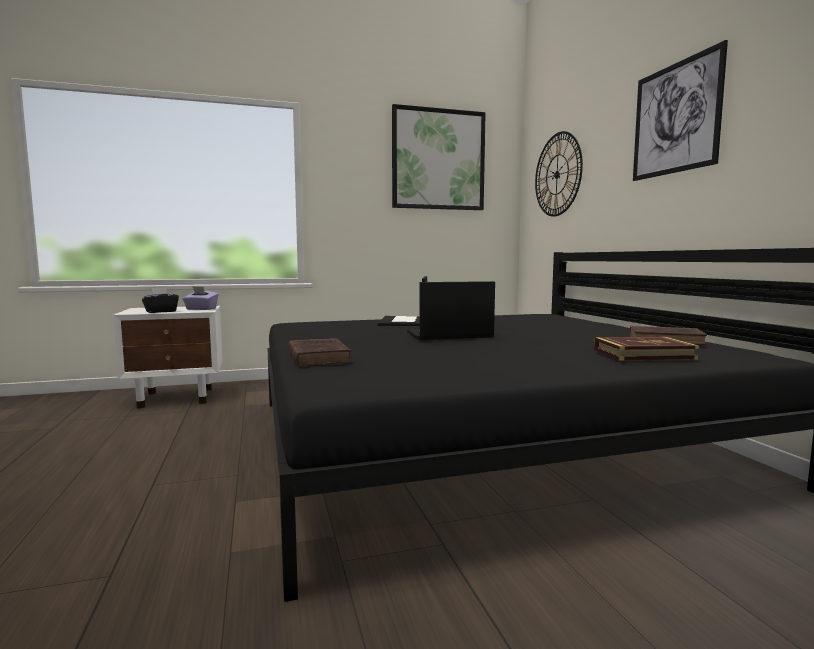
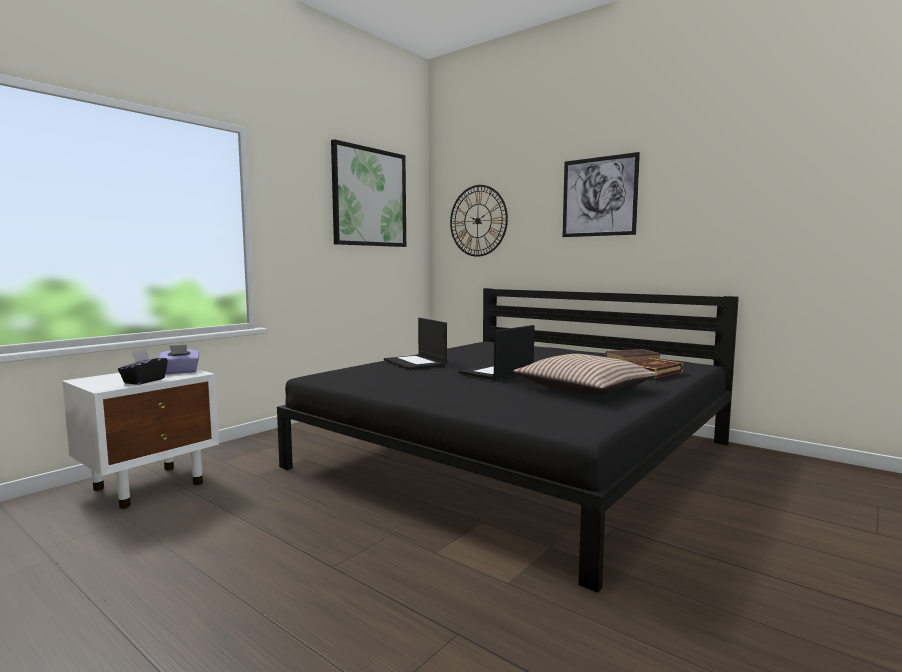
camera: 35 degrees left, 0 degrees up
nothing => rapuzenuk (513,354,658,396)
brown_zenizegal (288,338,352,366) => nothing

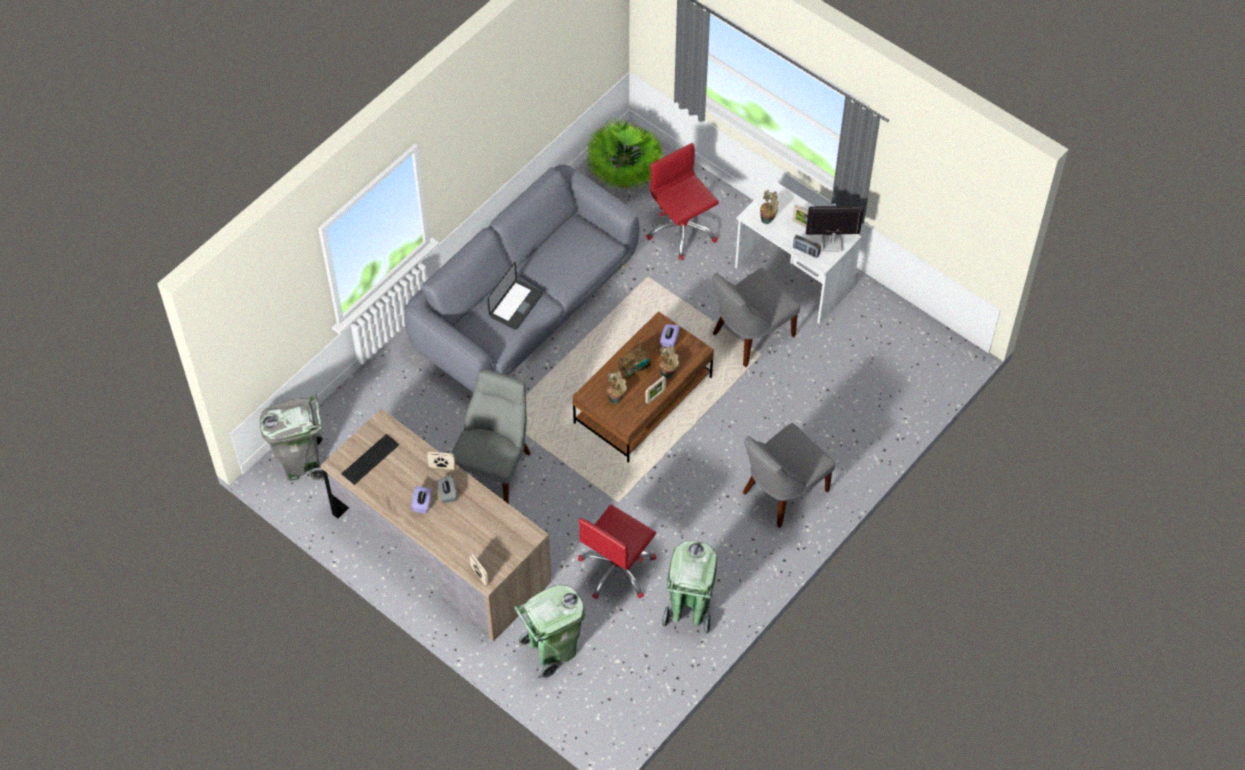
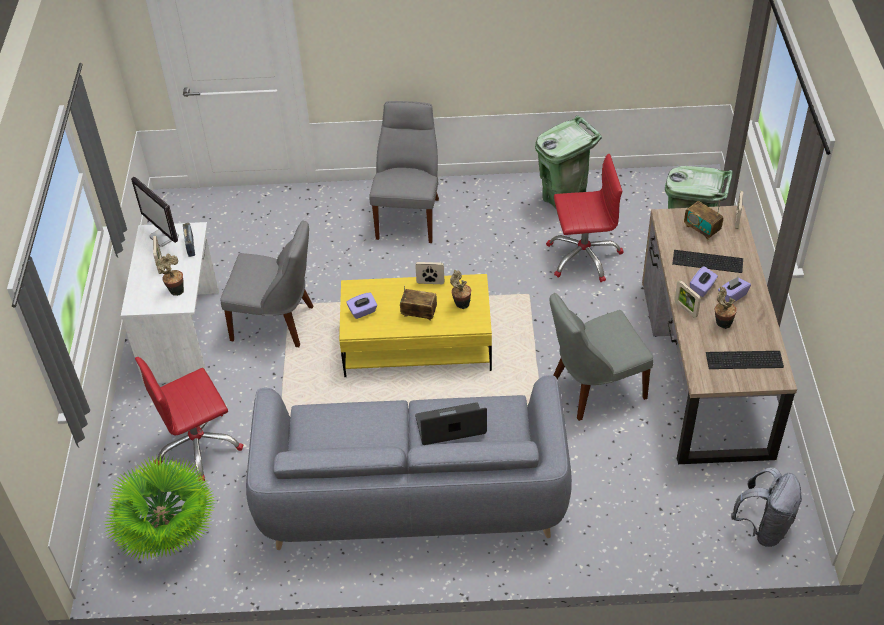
camera: 130 degrees left, 10 degrees down
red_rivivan (646,143,719,260) => red_rivivan (135,357,243,481), 45 degrees clockwise
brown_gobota (573,311,714,463) => yellow_gobota (339,274,492,377)
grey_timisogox (743,423,835,528) => grey_timisogox (370,101,439,243), 90 degrees counterclockwise
nothing => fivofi (672,250,743,273)
nothing => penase (684,201,723,240)
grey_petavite (437,475,457,503) => purple_petavite (690,266,718,297)
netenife (659,345,679,379) => netenife (715,286,737,329), moved
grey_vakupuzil (260,394,324,481) => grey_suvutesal (731,467,802,547)

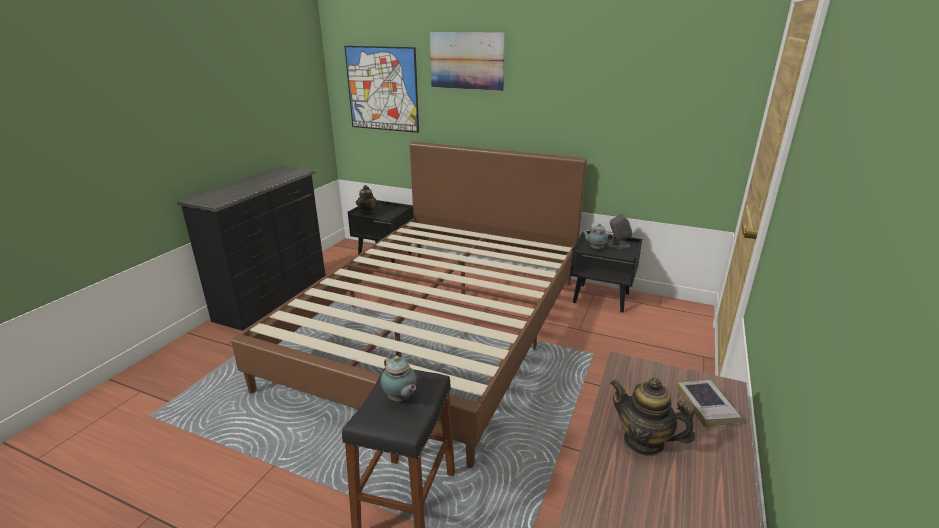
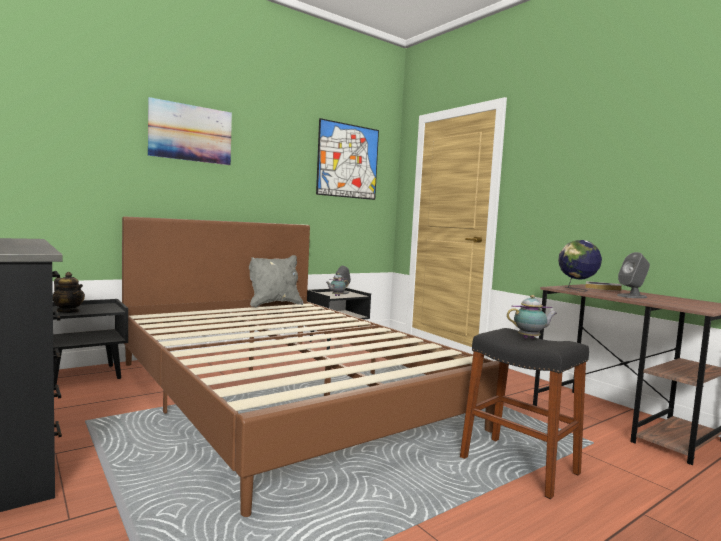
camera: 60 degrees left, 20 degrees down
nothing => grey_rapuzenuk (249,255,303,307)
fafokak (344,46,419,133) => fafokak (316,118,379,200), moved
nothing => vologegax (558,240,602,291)
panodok (610,378,695,456) => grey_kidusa (617,252,650,298)

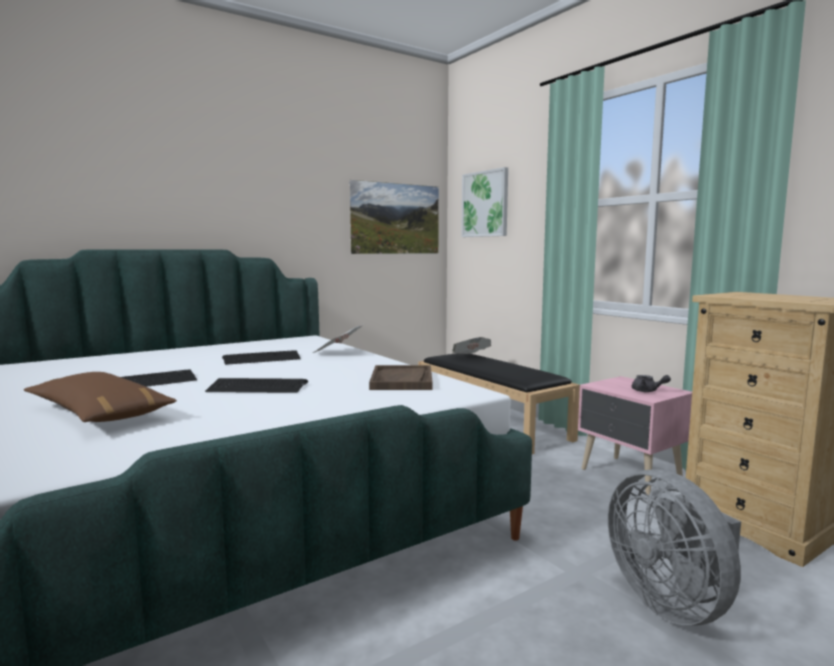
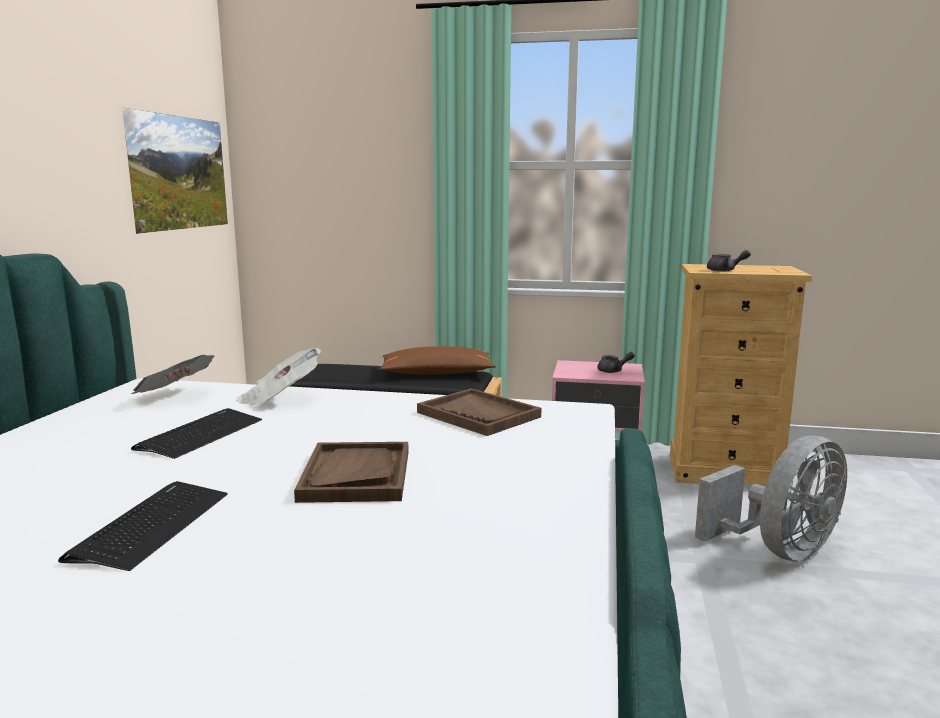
camera: 45 degrees left, 5 degrees up
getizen (452,337,491,354) => getizen (131,355,215,394), moved
fivofi (206,378,308,393) => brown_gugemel (294,442,409,503)
brown_rapuzenuk (24,372,177,422) => brown_rapuzenuk (380,346,496,375), moved
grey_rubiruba (608,469,741,626) => grey_rubiruba (695,435,847,562), 60 degrees counterclockwise
nothing => grey_panodok (707,250,751,272)
fafokak (461,167,508,237) => nothing

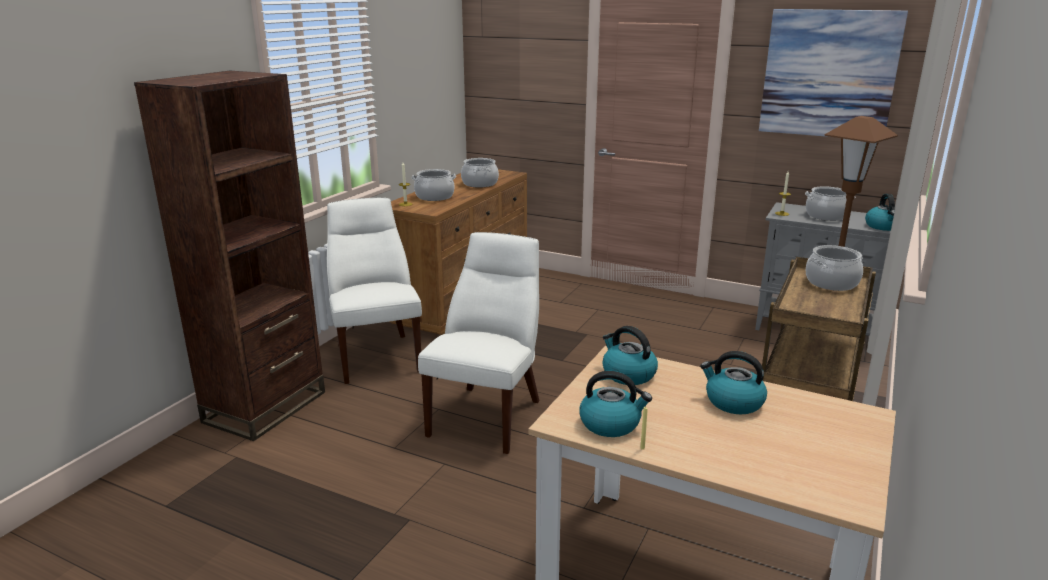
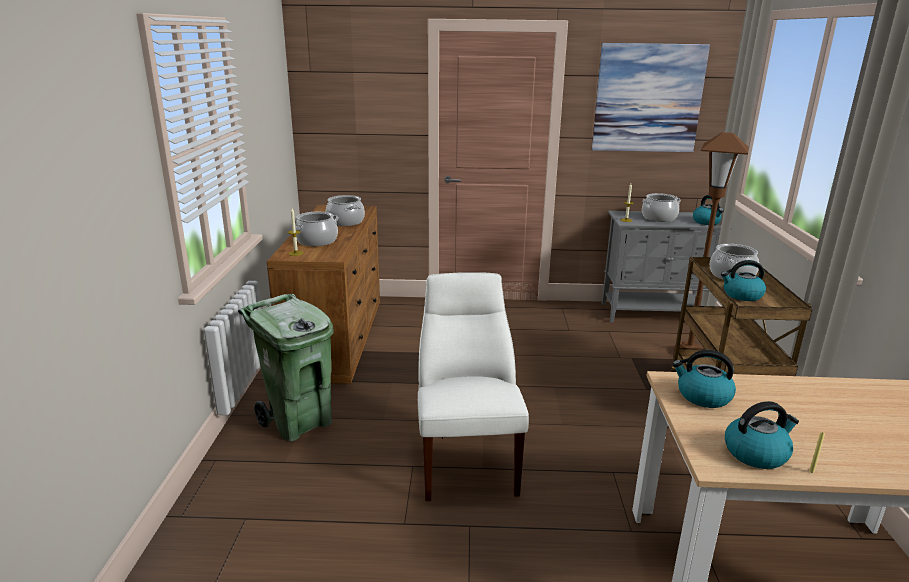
camera: 25 degrees left, 0 degrees up
white_timisogox (327,198,422,384) => green_vakupuzil (238,294,334,441)
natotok (700,351,767,414) => natotok (721,260,766,301), moved
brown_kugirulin (134,71,325,441) => nothing

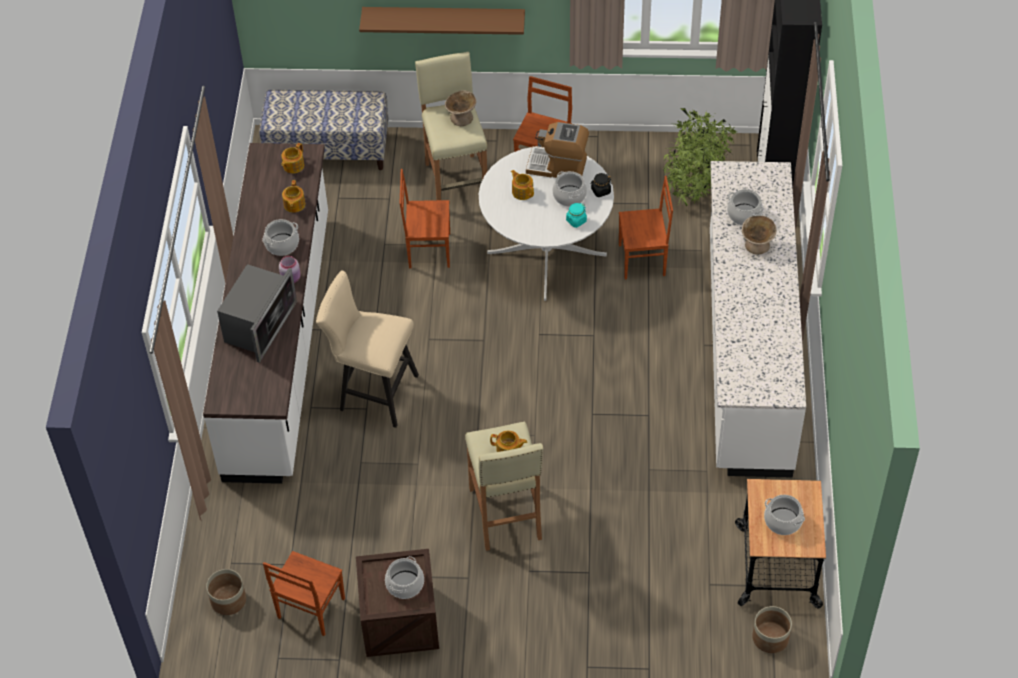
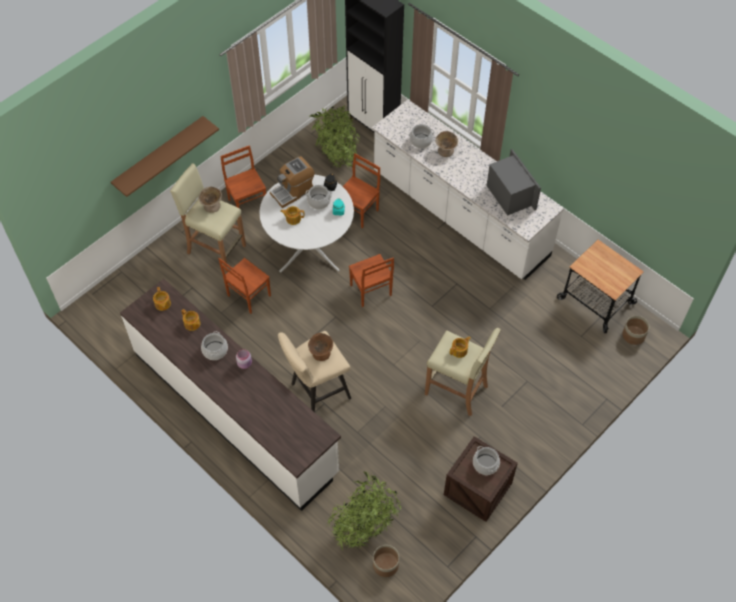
camera: 50 degrees left, 5 degrees up
nothing => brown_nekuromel (308,333,333,361)
nothing => netenife (327,471,401,549)
brown_timisogox (263,551,345,636) => brown_timisogox (349,254,394,307), moved
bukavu (217,264,297,363) => bukavu (487,149,541,216), moved
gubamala (259,90,389,170) => nothing
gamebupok (764,495,805,535) => nothing

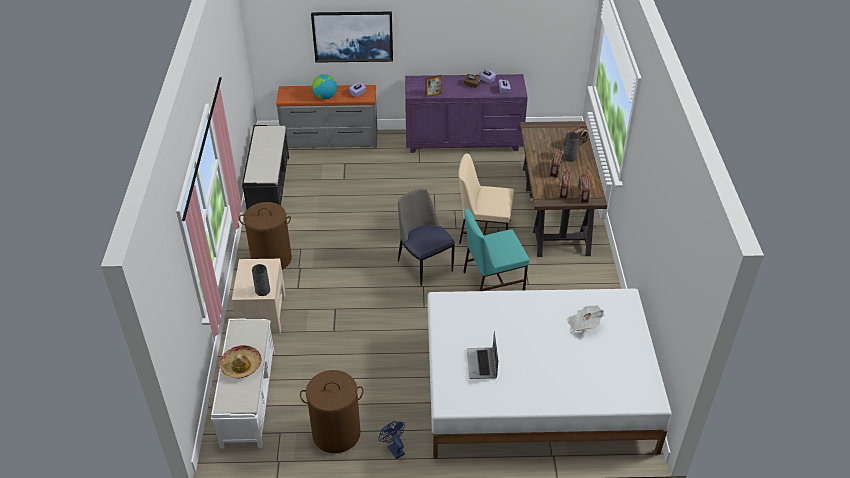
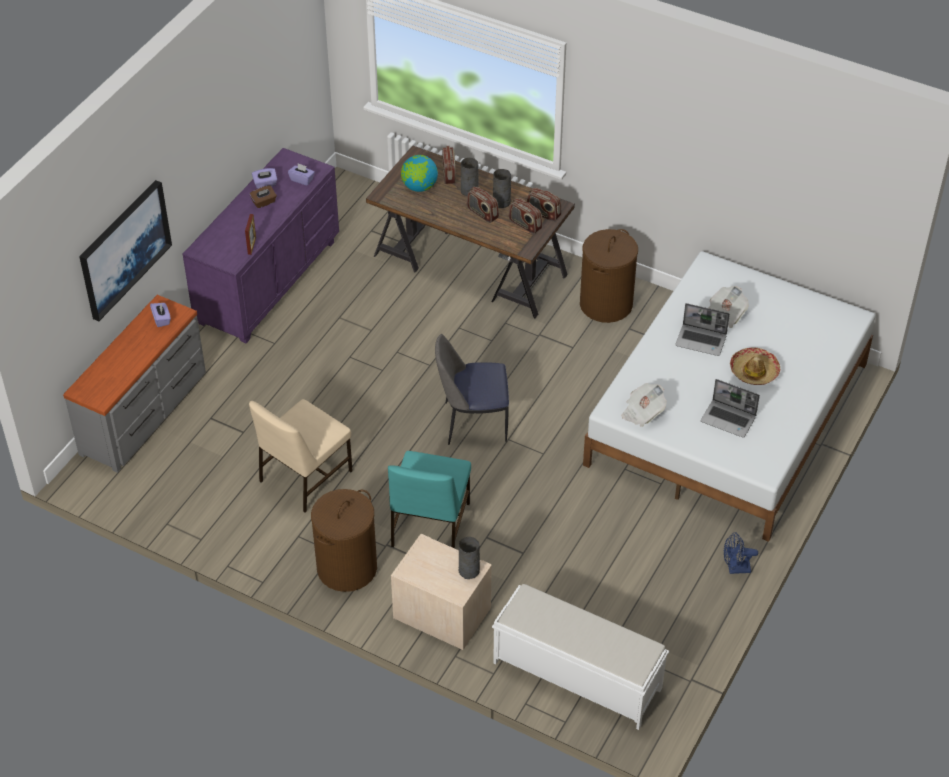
camera: 60 degrees left, 5 degrees up
beige_timisogox (458,154,514,244) => beige_timisogox (249,399,352,513), moved
turquoise_timisogox (463,209,530,291) => turquoise_timisogox (388,451,471,548), moved
vologegax (312,74,337,99) => vologegax (401,155,438,192), moved
nothing => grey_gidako (493,169,511,208)
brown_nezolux (300,370,364,453) => brown_nezolux (580,229,638,323), moved
nothing => getizen (621,383,667,427)
nothing => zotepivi (675,303,730,356)
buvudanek (220,345,262,379) => buvudanek (730,347,780,385), moved
black_gubamala (242,125,289,209) => nothing

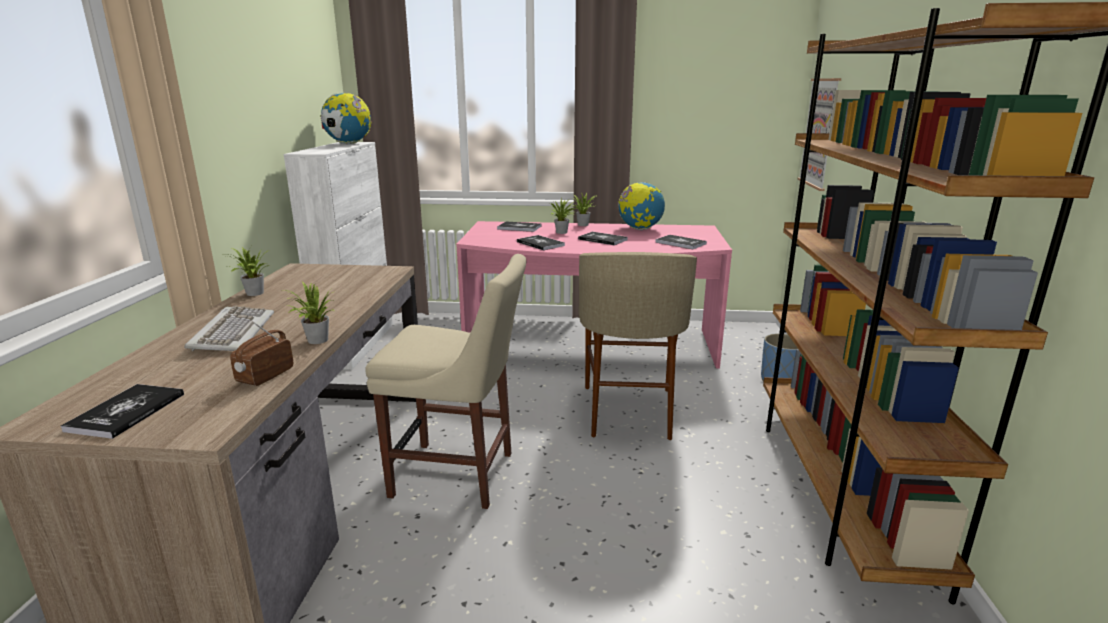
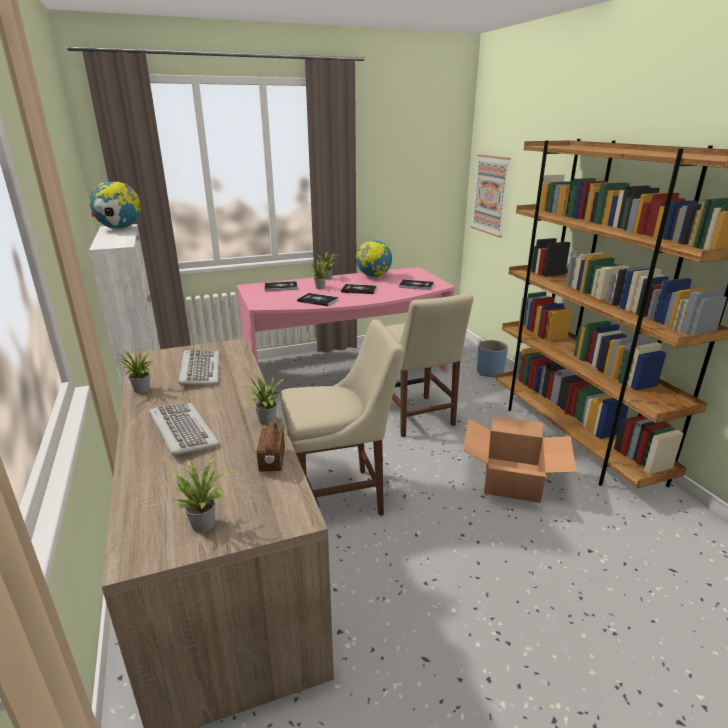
camera: 25 degrees left, 5 degrees up
zenizegal (61,384,184,439) => netenife (169,457,232,533)
nothing => fivofi (178,349,219,386)
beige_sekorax (579,252,697,440) => beige_timisogox (386,293,473,437)
nothing => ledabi (463,416,577,503)

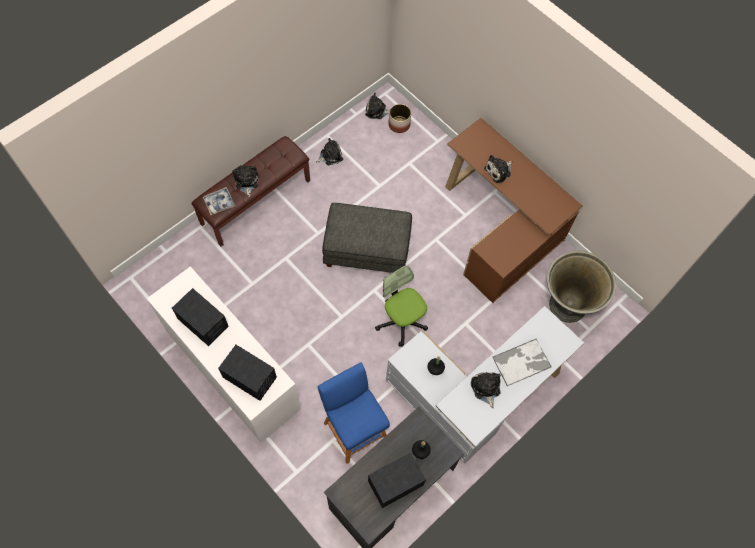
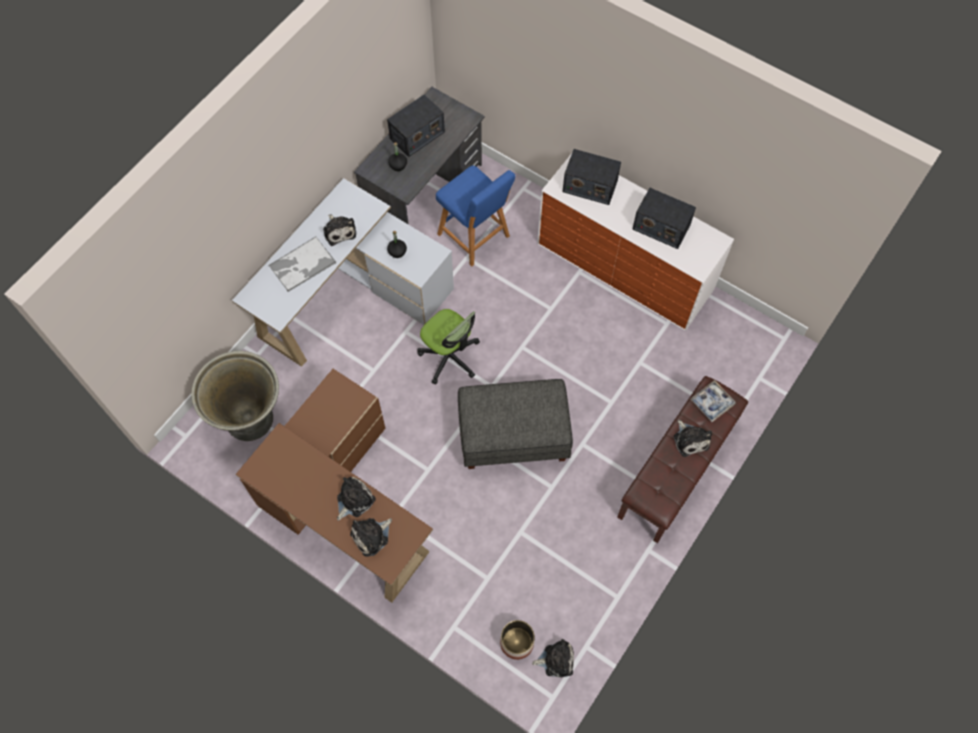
camera: 170 degrees right, 0 degrees up
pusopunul (316,138,343,165) => pusopunul (350,518,392,557), moved

